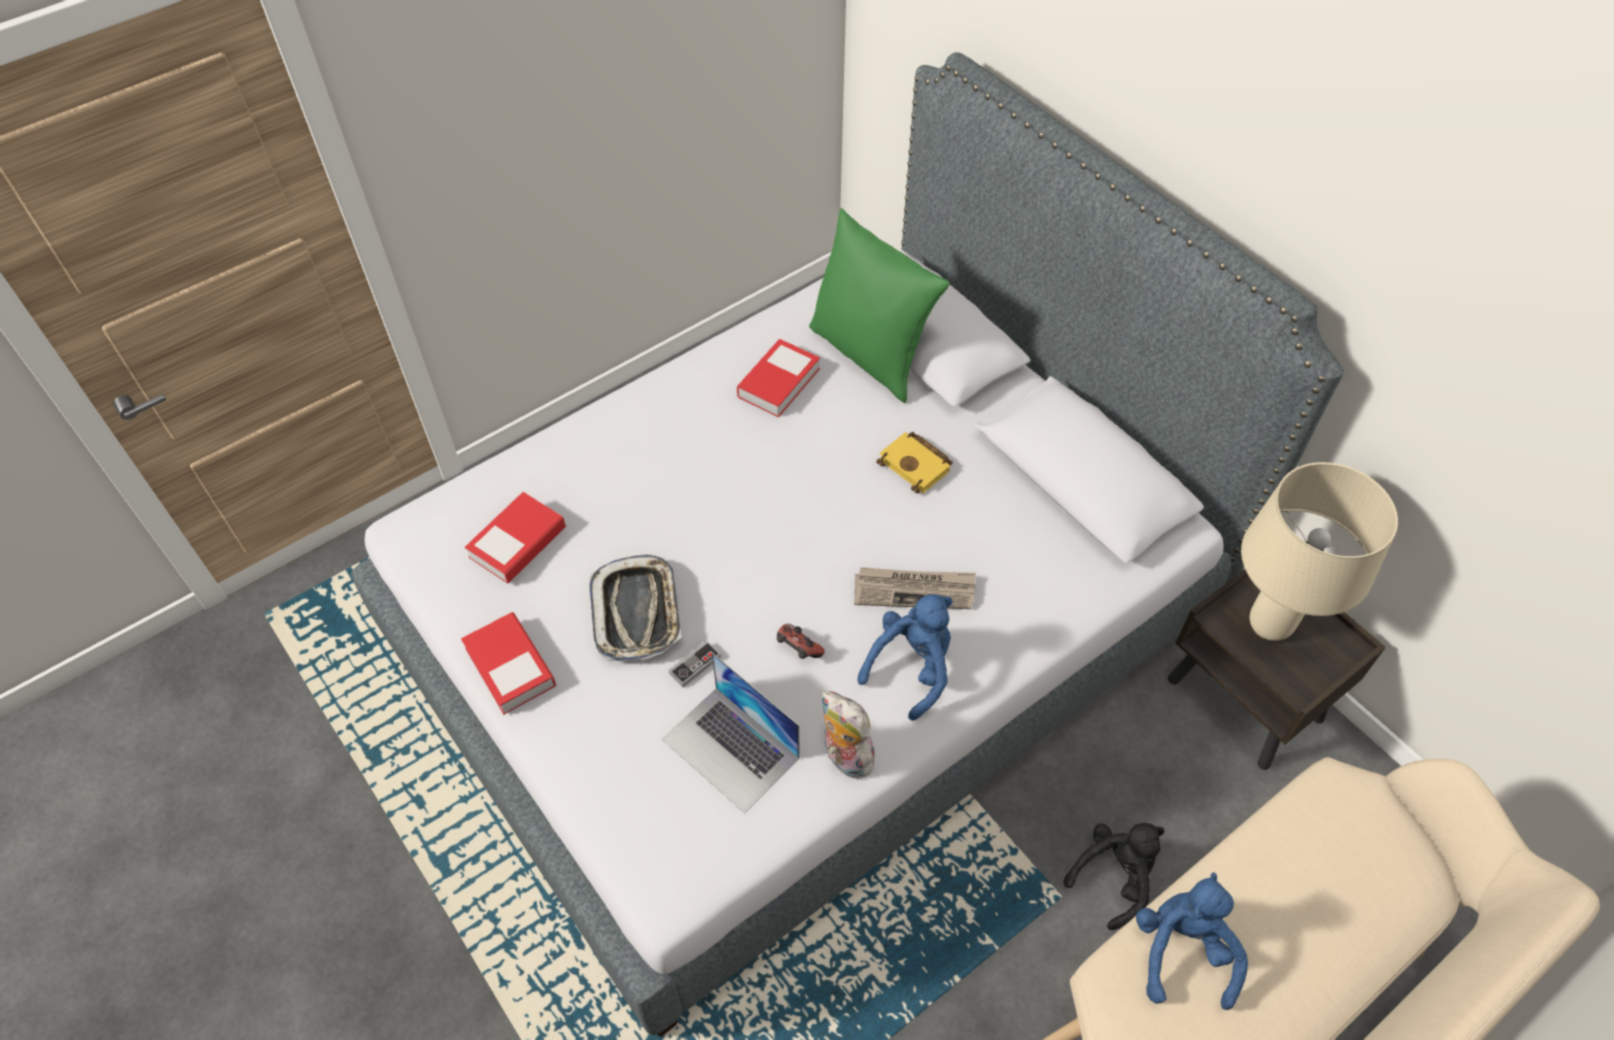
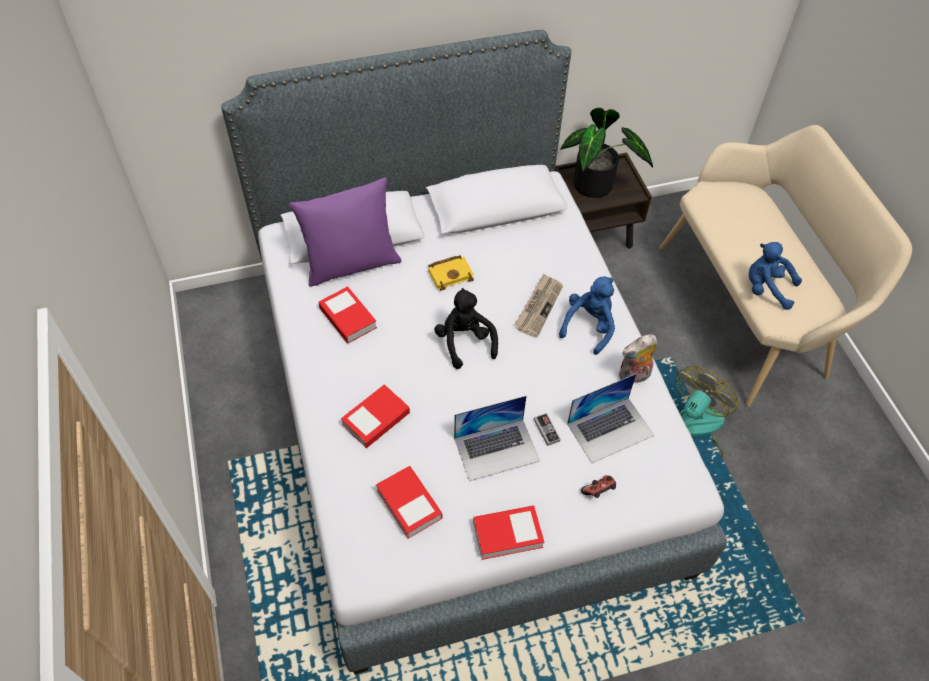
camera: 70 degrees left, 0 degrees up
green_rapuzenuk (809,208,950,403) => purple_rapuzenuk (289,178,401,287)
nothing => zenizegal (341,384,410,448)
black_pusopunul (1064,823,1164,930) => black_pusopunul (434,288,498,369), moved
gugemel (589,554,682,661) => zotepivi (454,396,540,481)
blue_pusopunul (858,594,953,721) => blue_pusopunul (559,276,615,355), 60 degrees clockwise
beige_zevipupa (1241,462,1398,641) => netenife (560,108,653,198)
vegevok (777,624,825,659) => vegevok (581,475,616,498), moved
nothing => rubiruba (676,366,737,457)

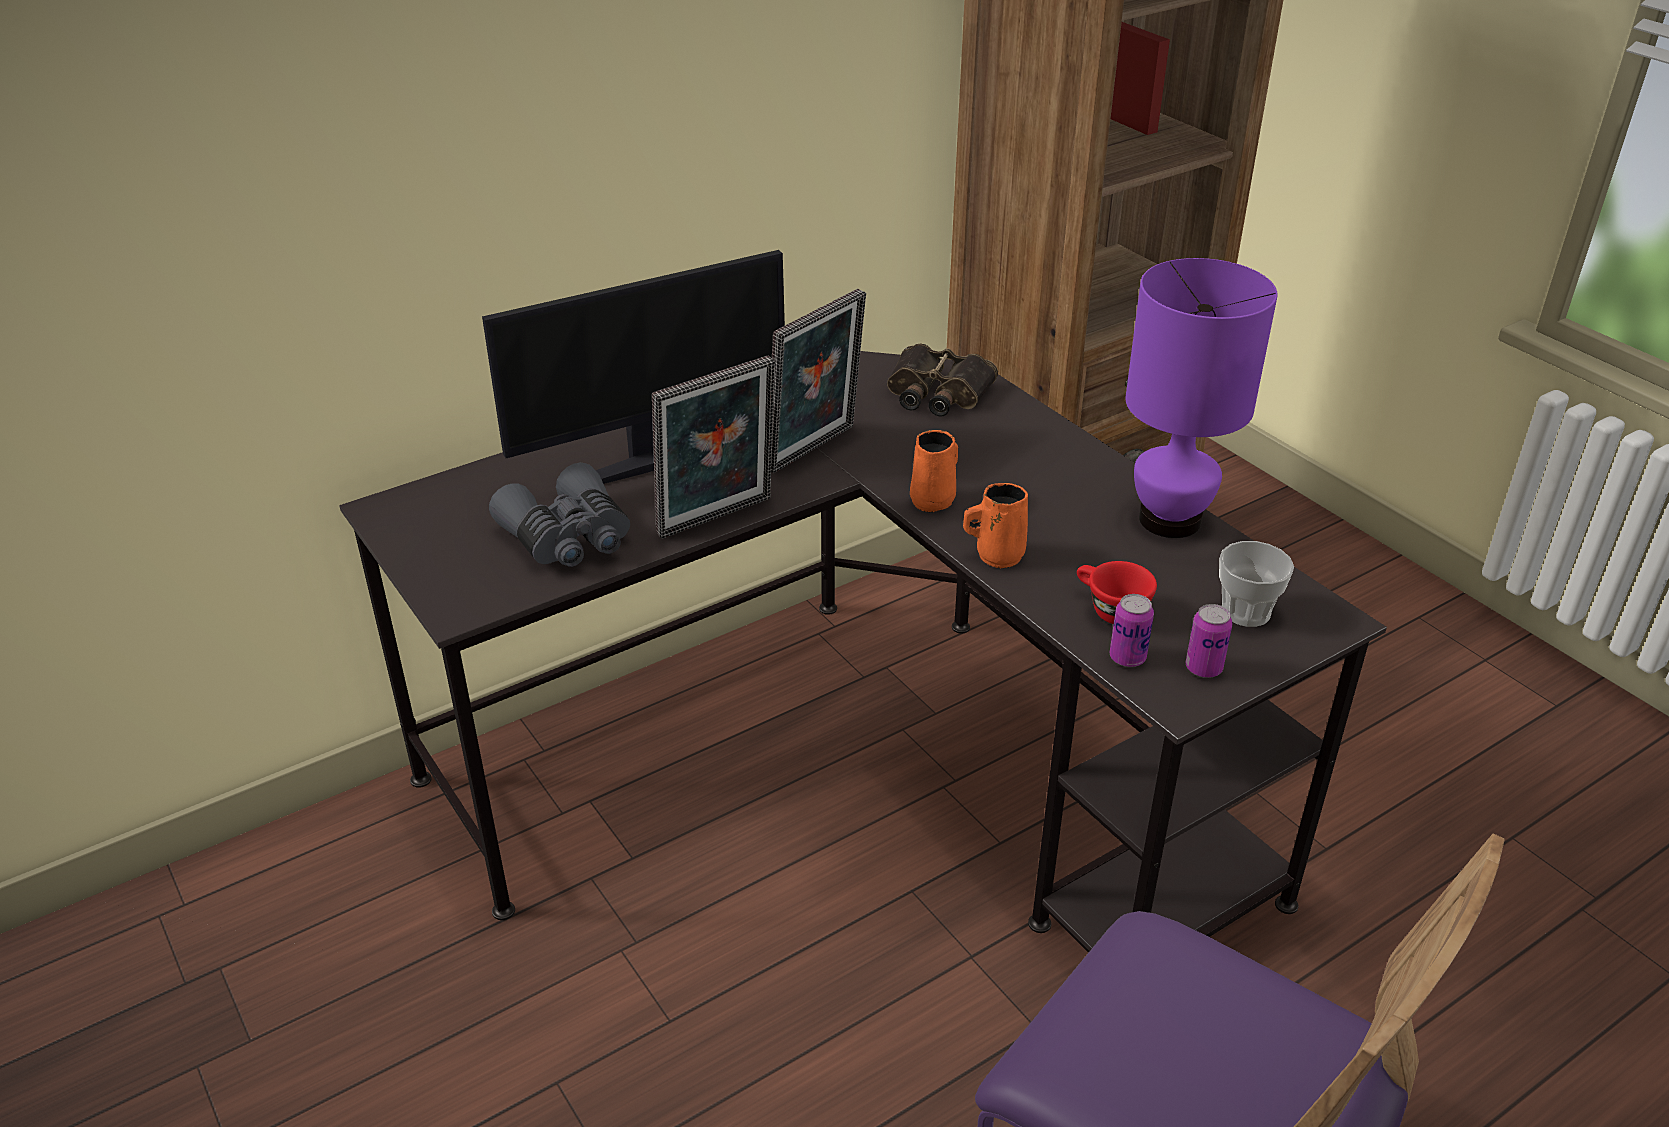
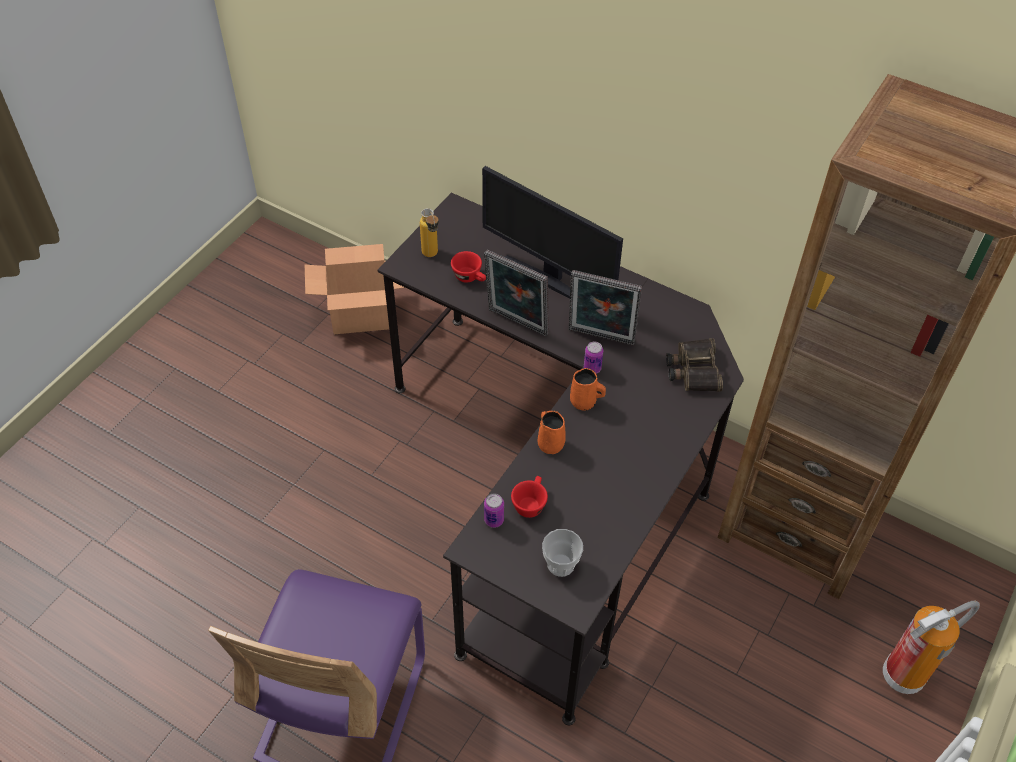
camera: 65 degrees right, 15 degrees up
nothing => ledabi (305,244,405,334)
nothing => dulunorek (420,208,439,257)
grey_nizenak (489,463,630,567) => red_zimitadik (451,251,486,283)
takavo (1186,604,1232,678) => takavo (584,342,603,374), moved
nothing => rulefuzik (883,601,980,694)
purple_zevipupa (1126,258,1278,538) => nothing

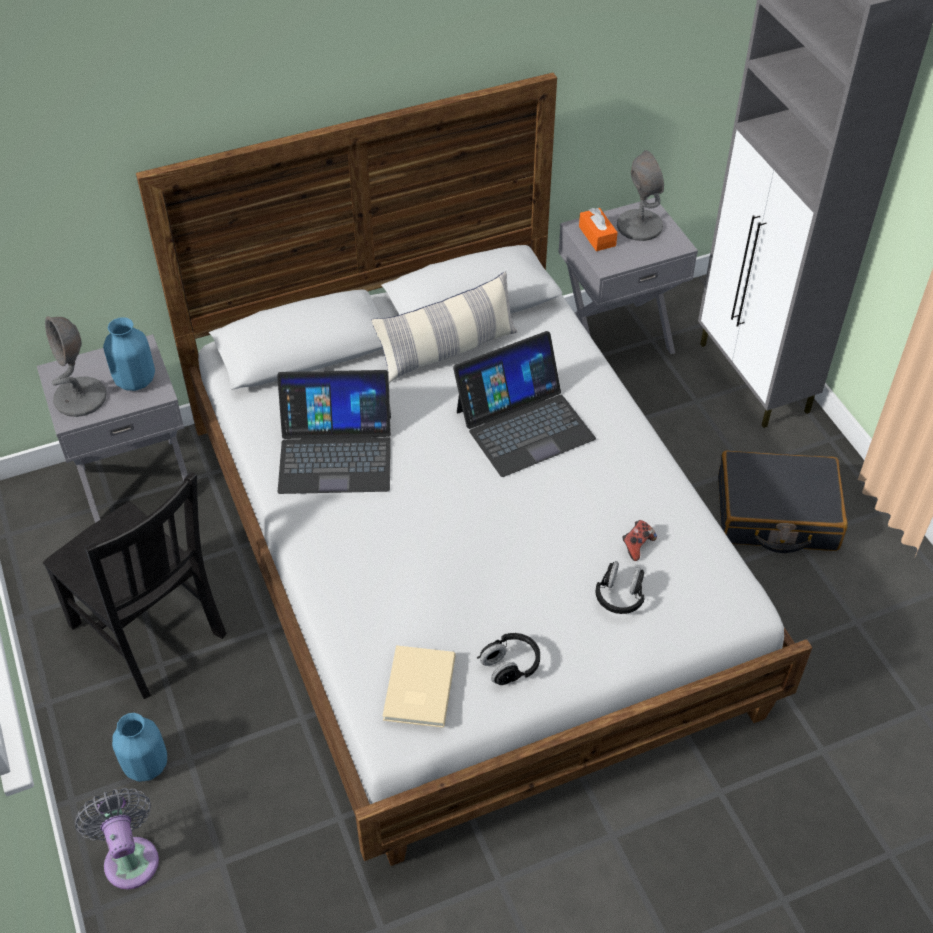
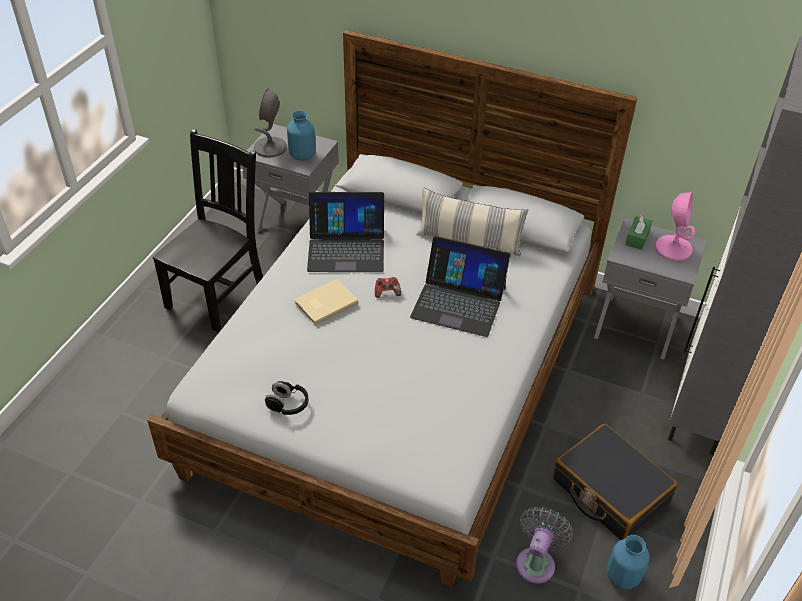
camera: 45 degrees right, 5 degrees down
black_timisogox (43,472,227,699) => black_timisogox (153,129,263,332), 150 degrees counterclockwise
beige_zenizegal (383,645,456,728) => beige_zenizegal (294,279,358,325), moved
zotepivi (277,370,391,494) => zotepivi (307,192,384,272), 45 degrees counterclockwise
vegevok (622,520,657,561) => vegevok (375,277,401,298), moved
grey_rubiruba (75,788,159,889) => grey_rubiruba (516,507,573,584), moved
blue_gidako (112,713,167,782) => blue_gidako (607,535,649,589), moved
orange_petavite (579,208,618,251) => green_petavite (625,215,652,250)
grey_zevipupa (617,150,664,241) => pink_zevipupa (655,192,695,261)
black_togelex (595,561,645,614) => nothing

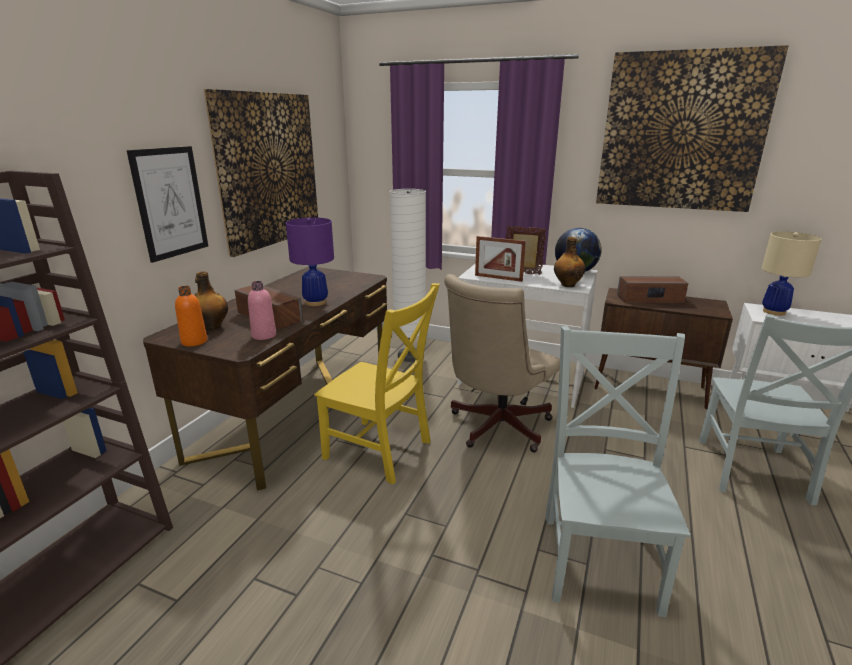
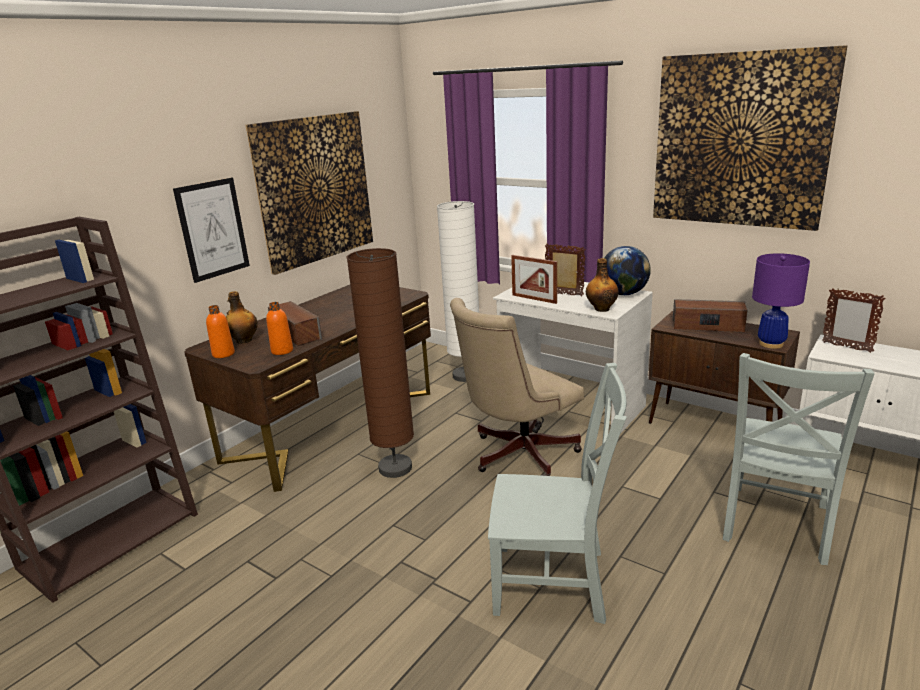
camera: 15 degrees right, 0 degrees up
pink_dulunorek (248,281,276,340) => orange_dulunorek (266,302,293,355)
yellow_timisogox (314,283,440,484) => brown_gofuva (346,248,414,478)
grey_timisogox (545,326,690,617) => grey_timisogox (488,363,627,624), 75 degrees clockwise
purple_zevipupa (286,218,334,306) => purple_zevipupa (752,253,810,349), moved
beige_zevipupa (762,232,822,316) => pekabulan (822,288,886,353)

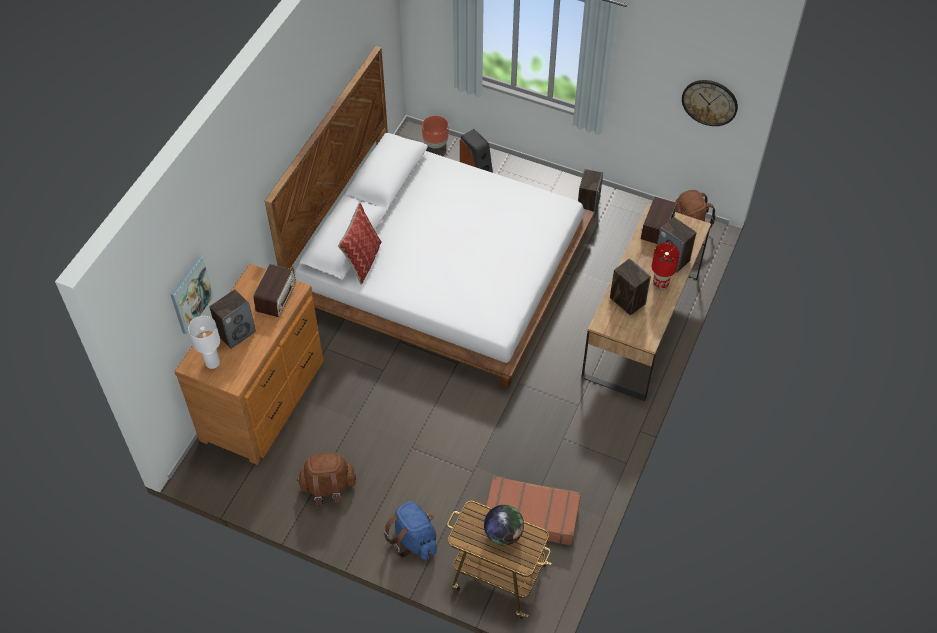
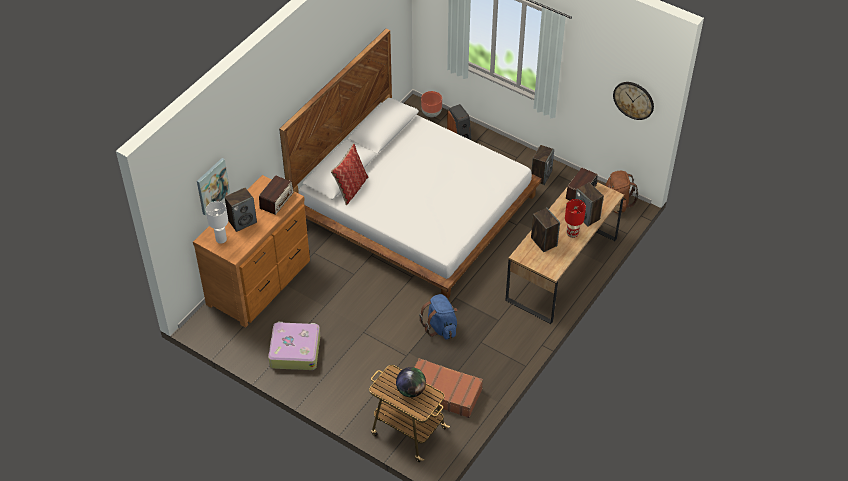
camera: 10 degrees right, 5 degrees down
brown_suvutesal (297,453,356,506) => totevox (268,322,320,370)
blue_suvutesal (384,501,437,560) => blue_suvutesal (419,294,457,340), moved

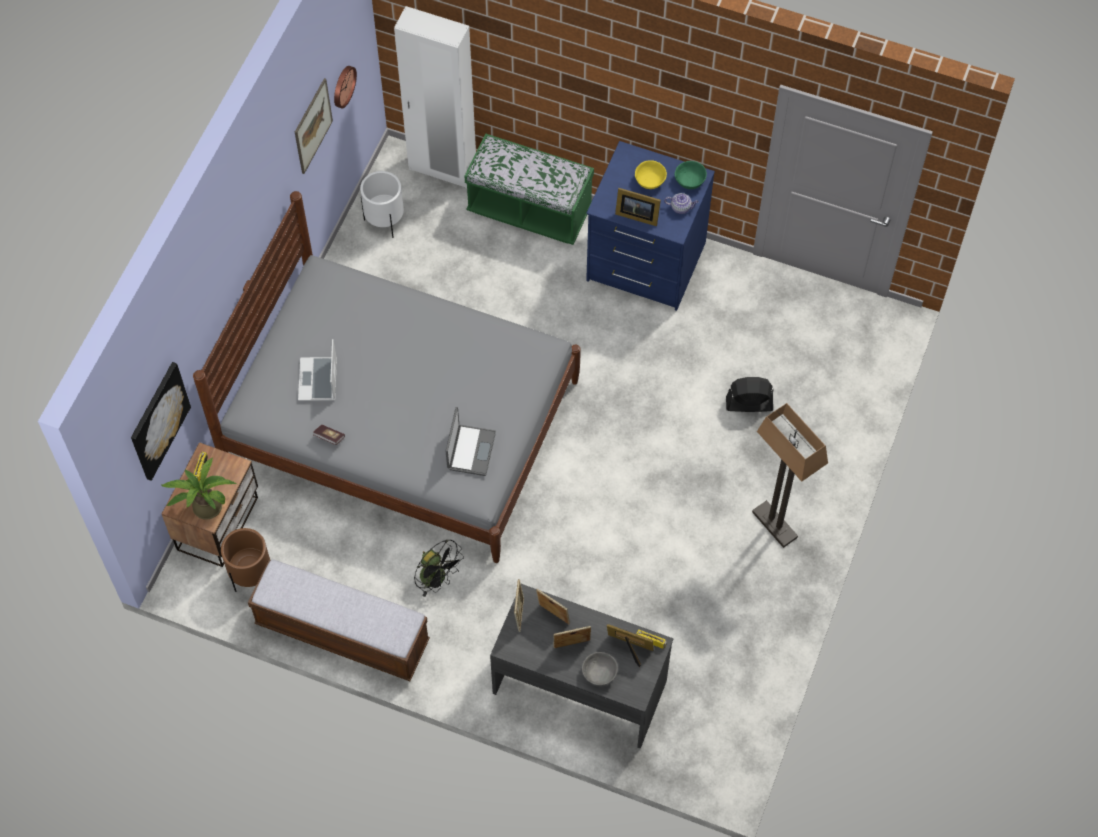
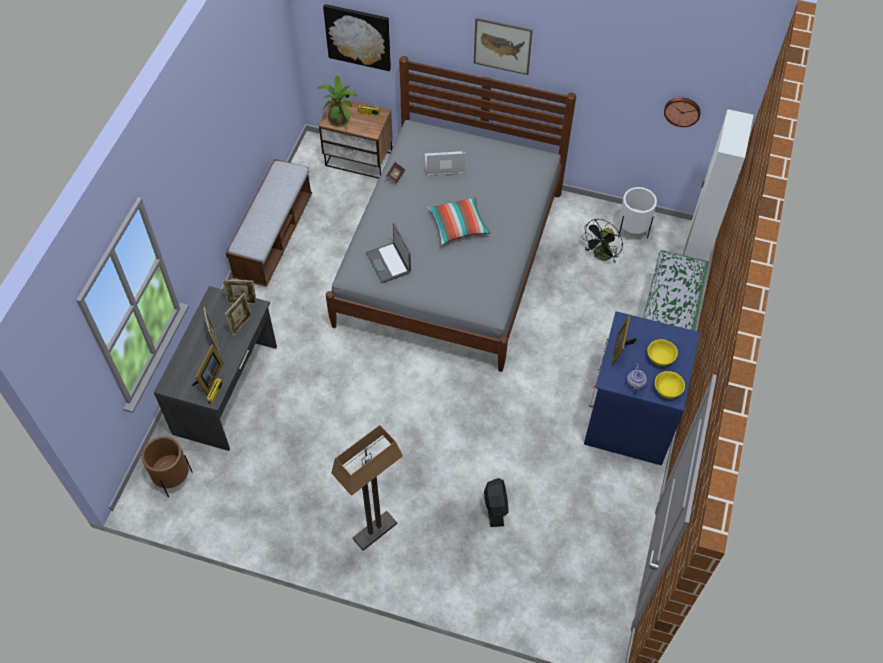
camera: 85 degrees right, 5 degrees down
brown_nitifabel (221,528,270,592) => brown_nitifabel (142,436,193,497), moved
zotepivi (446,407,496,476) => zotepivi (366,223,411,283), 60 degrees clockwise
nothing => rapuzenuk (428,197,491,245)
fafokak (295,78,333,174) => fafokak (474,18,533,75), moved
black_rubiruba (414,539,464,597) => black_rubiruba (581,219,623,263), moved
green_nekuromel (675,161,707,189) => yellow_nekuromel (655,371,685,399)
grey_nekuromel (582,652,618,686) => nothing

